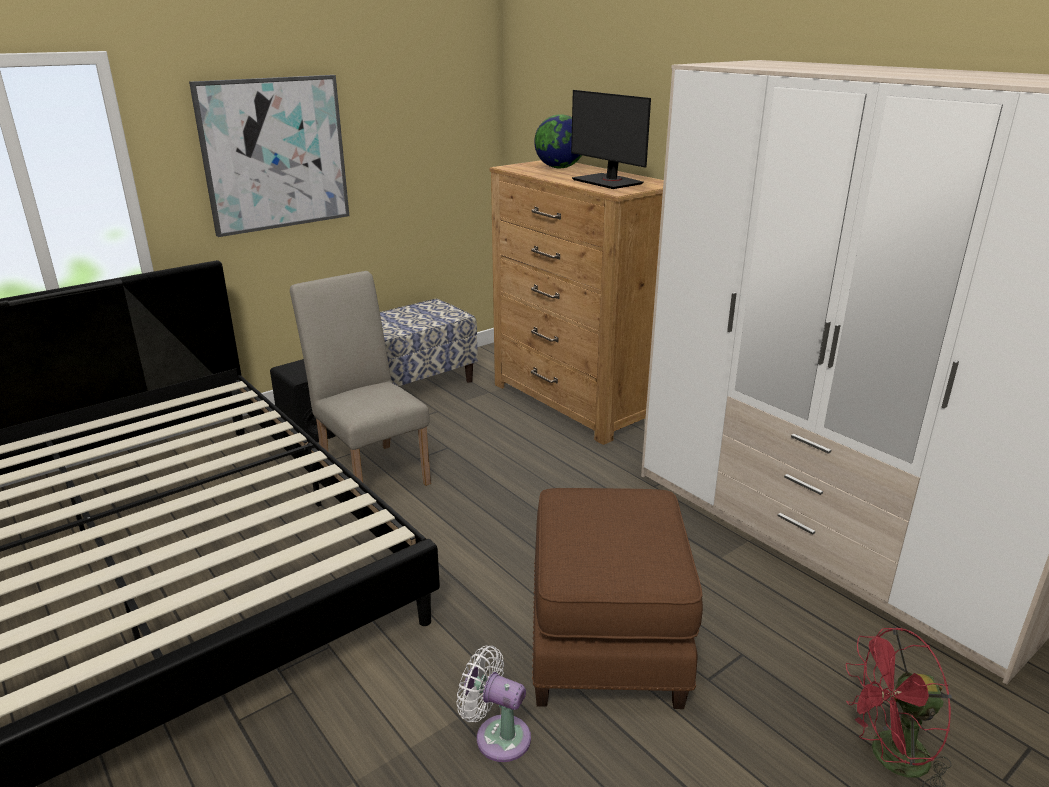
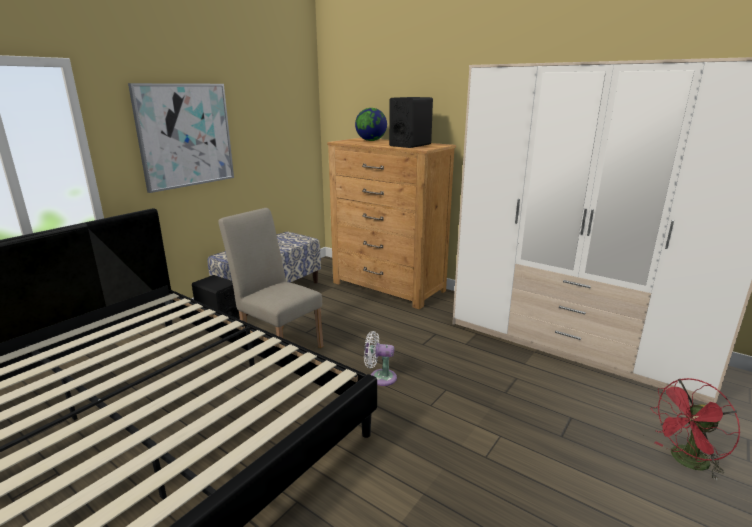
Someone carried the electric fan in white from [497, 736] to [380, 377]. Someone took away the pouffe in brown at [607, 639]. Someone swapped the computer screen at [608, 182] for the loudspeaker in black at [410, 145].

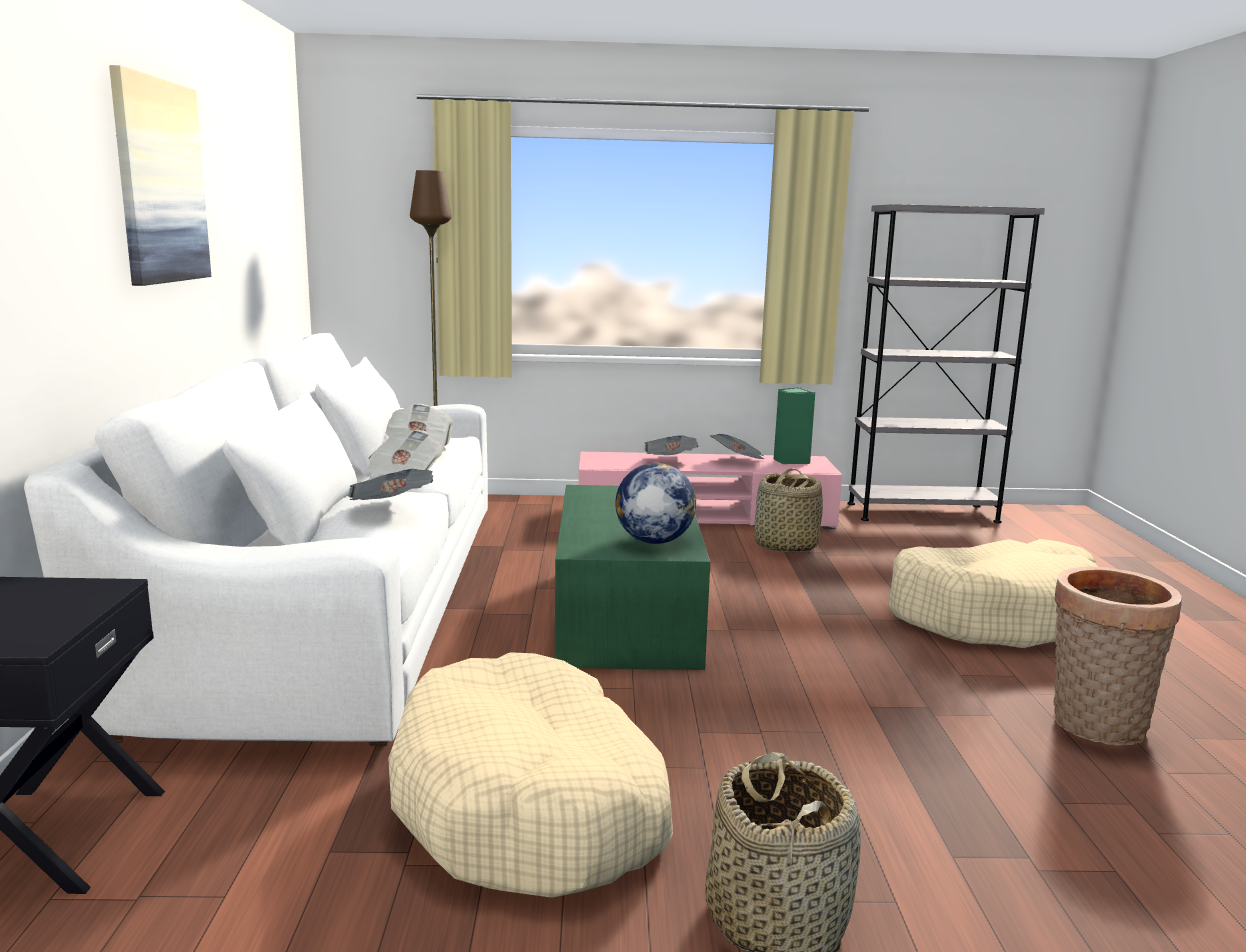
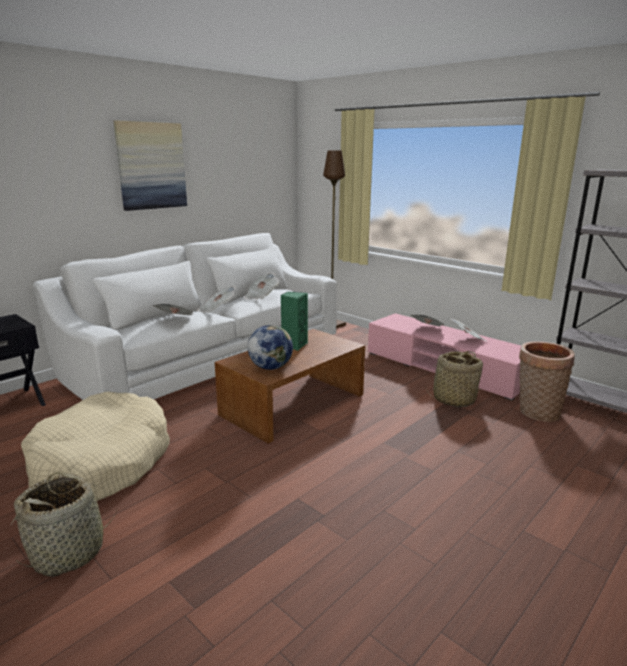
Someone repainted the low table in greenish at [625, 614], which became the low table in brown at [293, 404]. Someone carried the loudspeaker in greenish from [790, 461] to [294, 345]. Someone took away the dog bed in sand-coloured at [991, 615]. Someone carried the household basket from [1095, 727] to [536, 412].

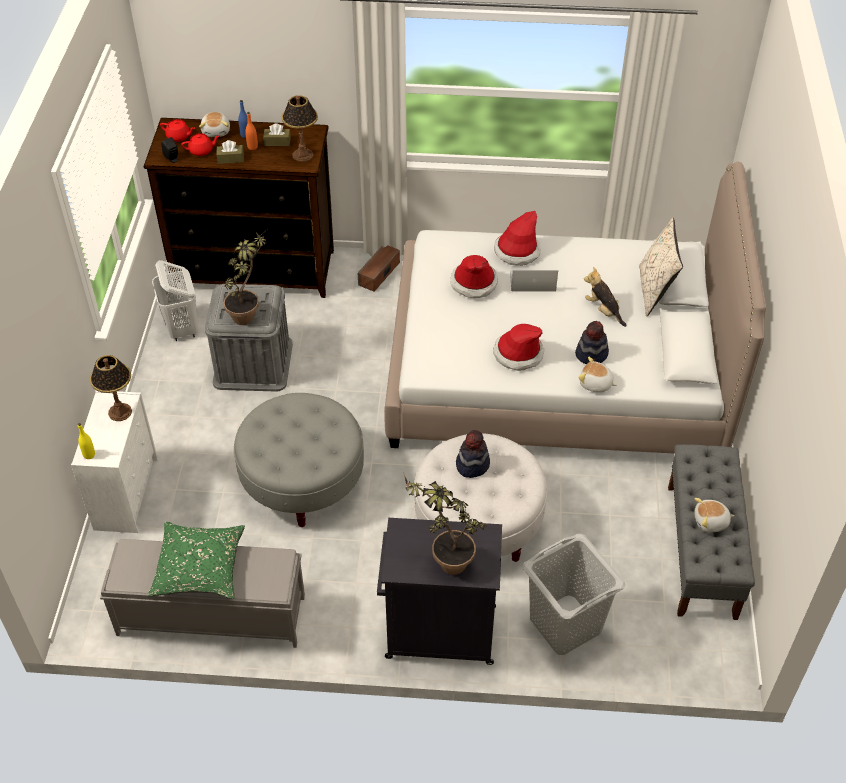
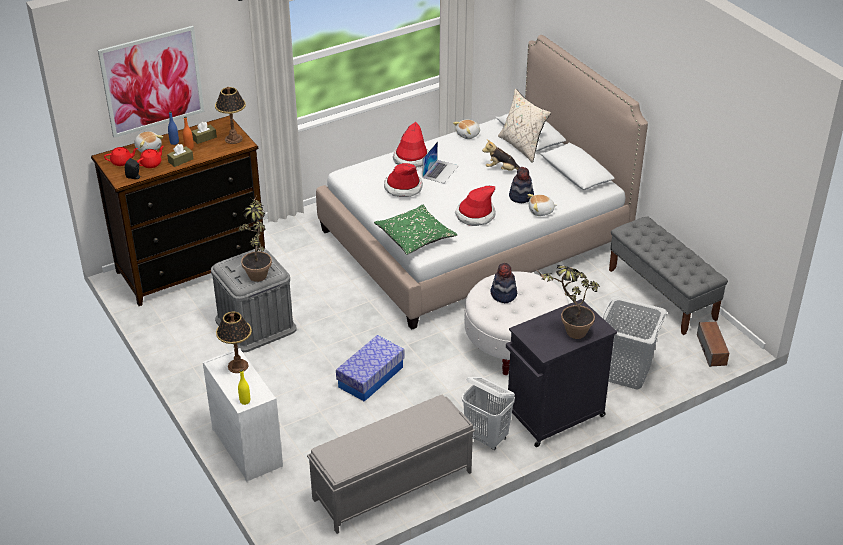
Someone carried the pillow in greenish from [200, 568] to [415, 237]. Someone carried the hamper in white from [182, 329] to [487, 438]. Someone swapped the pouffe in greyish at [303, 480] for the storage container at [370, 377]. Someone carried the loudspeaker from [379, 274] to [712, 350]. Someone rotated the laptop at [532, 281] by 150 degrees clockwise. Someone carried the soft toy from [711, 522] to [468, 135]. Someone put up the picture at [152, 81].

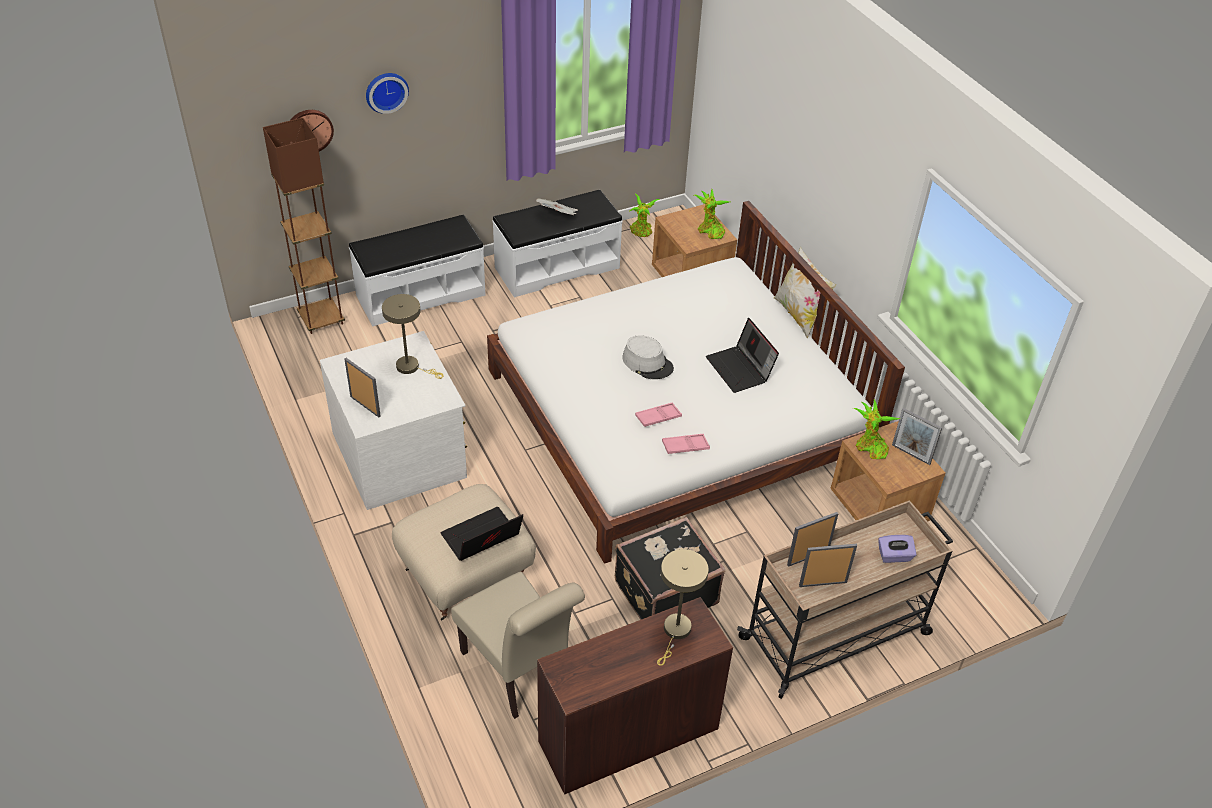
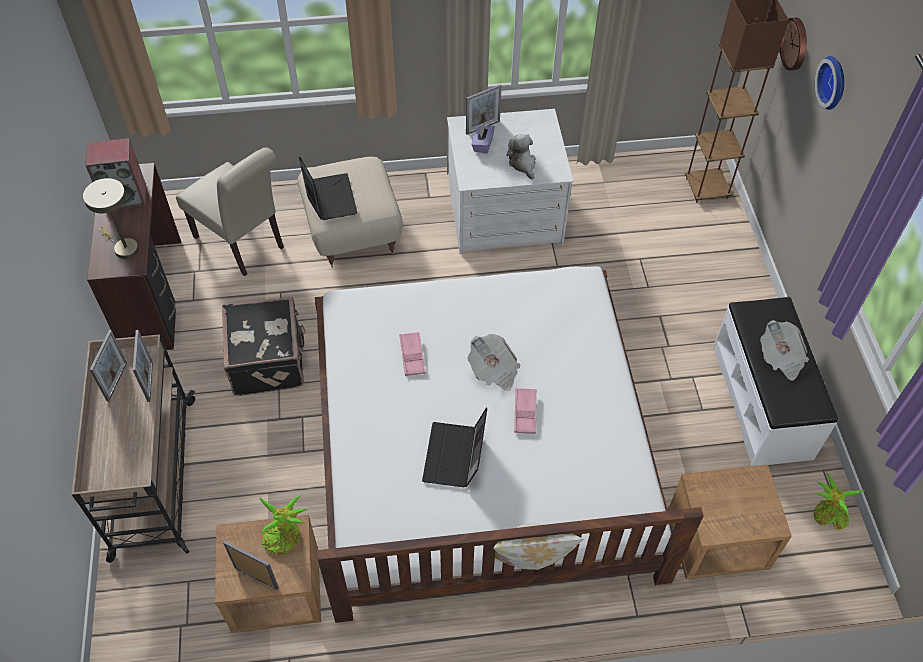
Someone took away the indoor bench in white at [420, 294]. Someone swapped the lamp for a table in sand-coloured at [411, 367] for the soft toy at [522, 164]. Someone rotated the chair in sand-coloured at [519, 673] by 120 degrees counterclockwise. Someone swapped the wearable hat in greyish at [647, 363] for the printed paper at [494, 370]. Someone carried the serving tray in pink from [685, 446] to [525, 413]. Someone took away the plant in a pot at [709, 231]. Someone rotated the laptop at [740, 369] by 75 degrees counterclockwise. Someone carried the tissue box in purple from [894, 556] to [482, 145]. Someone rotated the photo frame at [911, 454] by 60 degrees clockwise. Someone put down the loudspeaker at [126, 197].

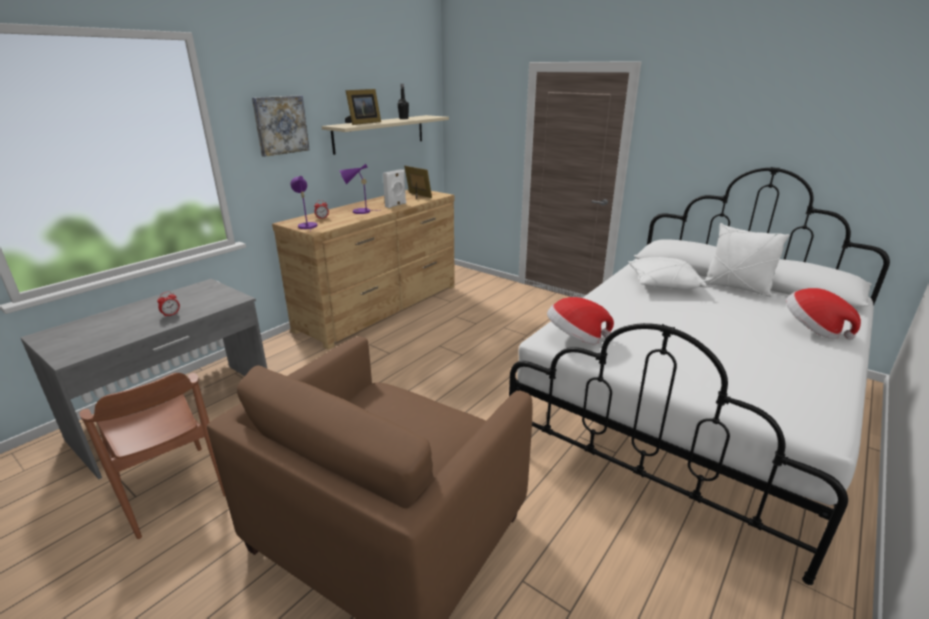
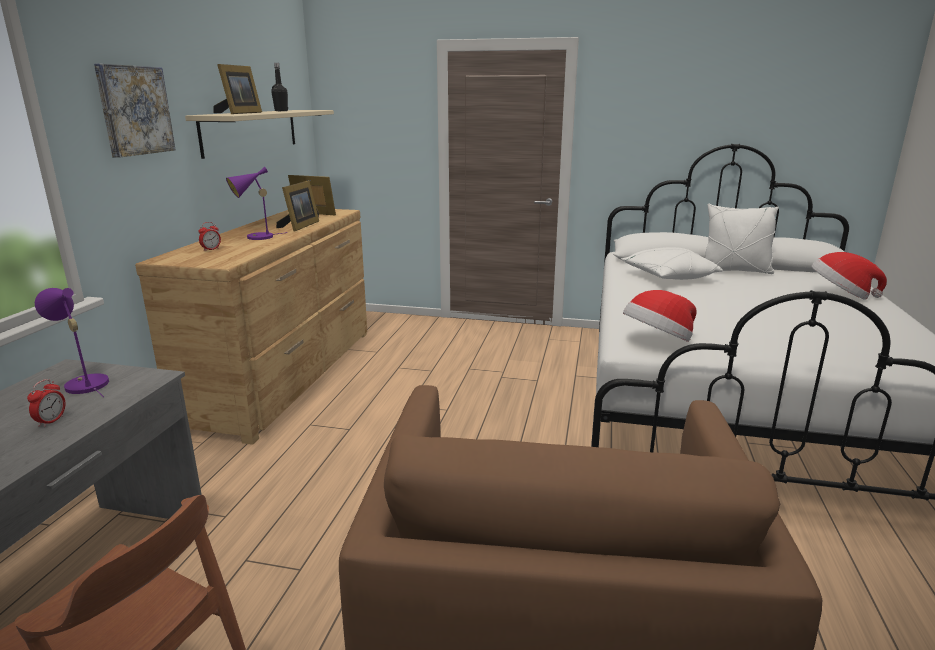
Someone carried the lamp for a table in purple from [306, 225] to [83, 384]. Someone swapped the loudspeaker in white at [396, 205] for the photo frame at [299, 226].

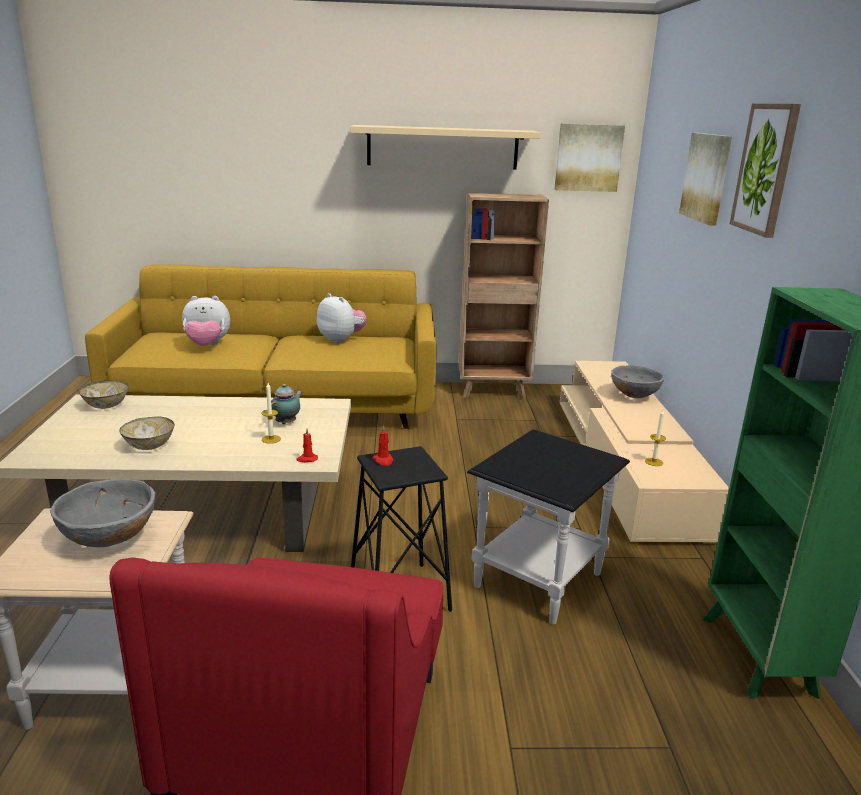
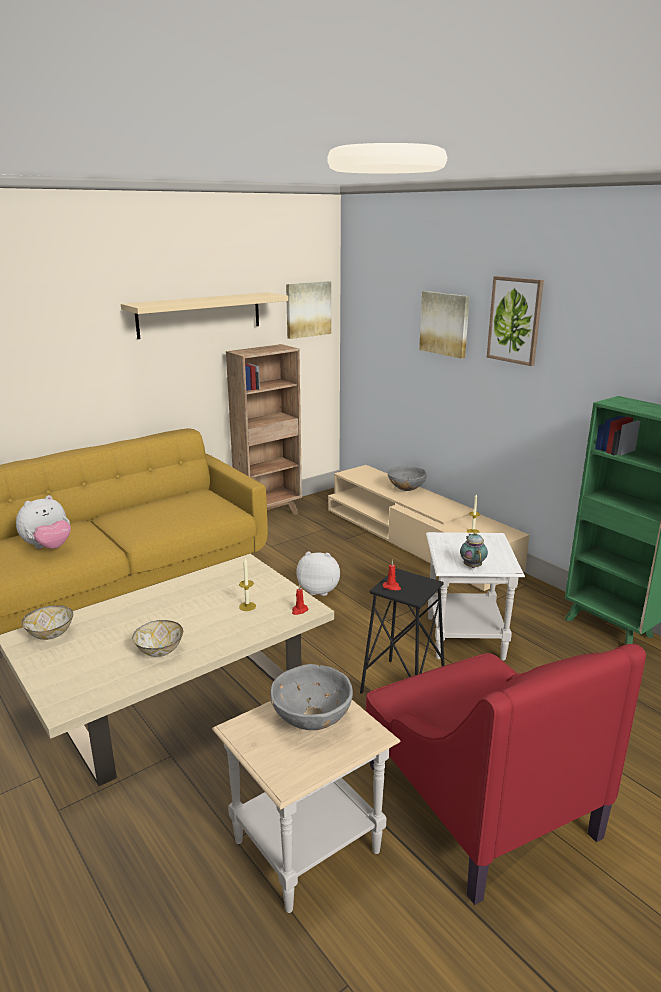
Someone carried the pot for tea from [287, 422] to [472, 566]. Someone carried the soft toy from [341, 340] to [319, 590]. Someone repainted the end table in black at [537, 580], which became the end table in white at [465, 638].

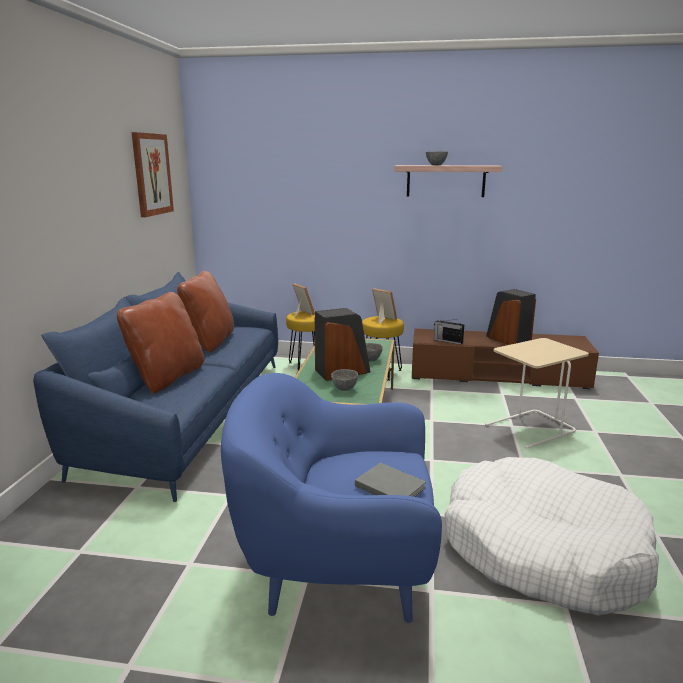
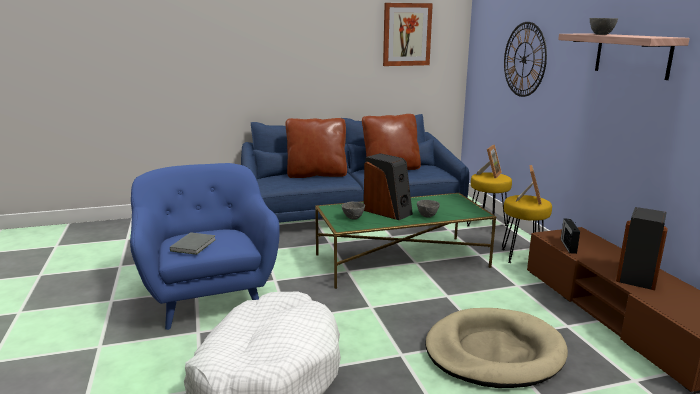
Someone swapped the end table in sand-coloured at [531, 429] for the dog bed in sand-coloured at [493, 352]. Someone put up the clock on the wall at [524, 59].

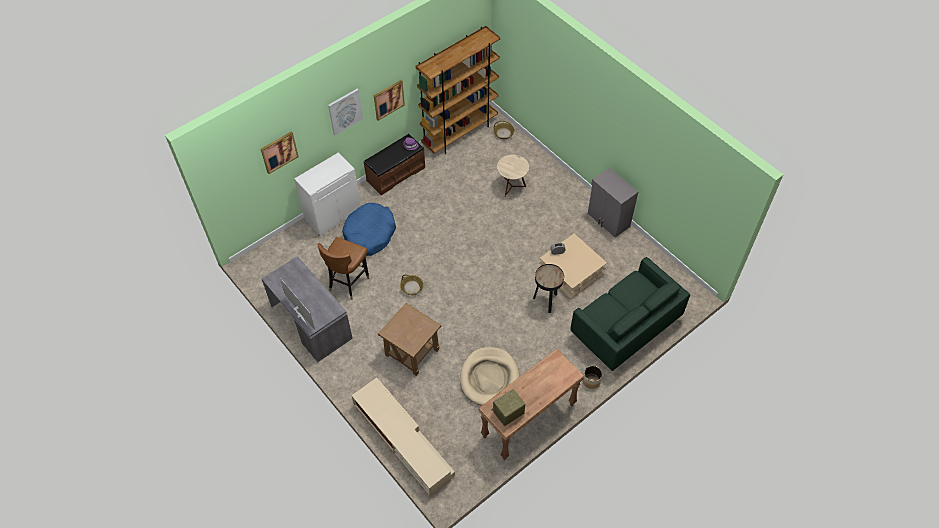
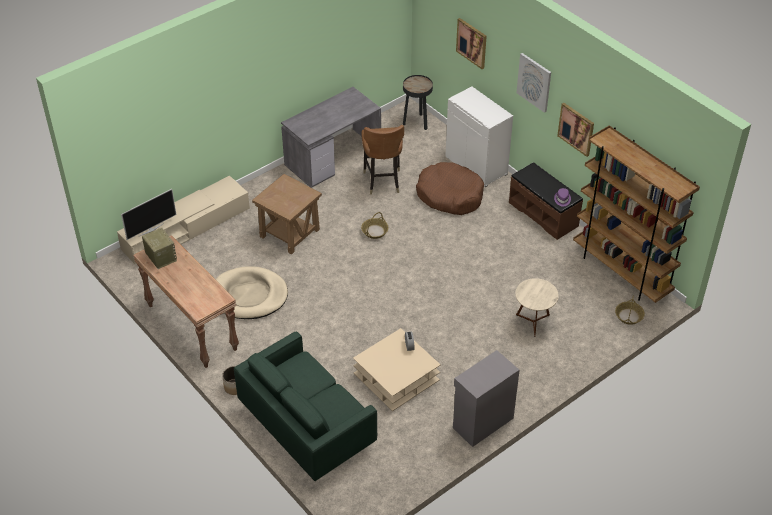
Someone carried the television from [298, 316] to [151, 229]. Someone rotated the chair in brown at [348, 282] by 120 degrees counterclockwise. Someone repainted the dog bed in bluish at [369, 234], which became the dog bed in brown at [450, 195]. Someone carried the end table in black from [546, 302] to [416, 123].

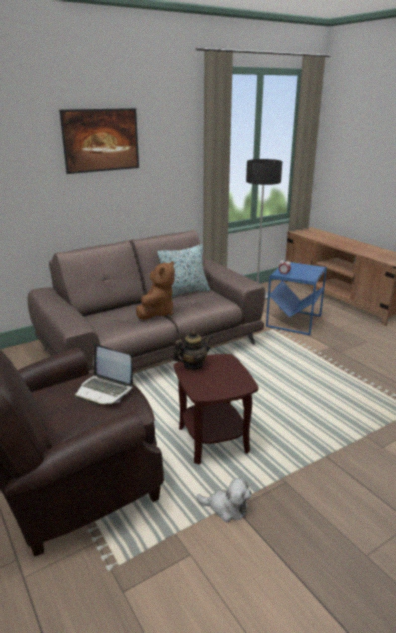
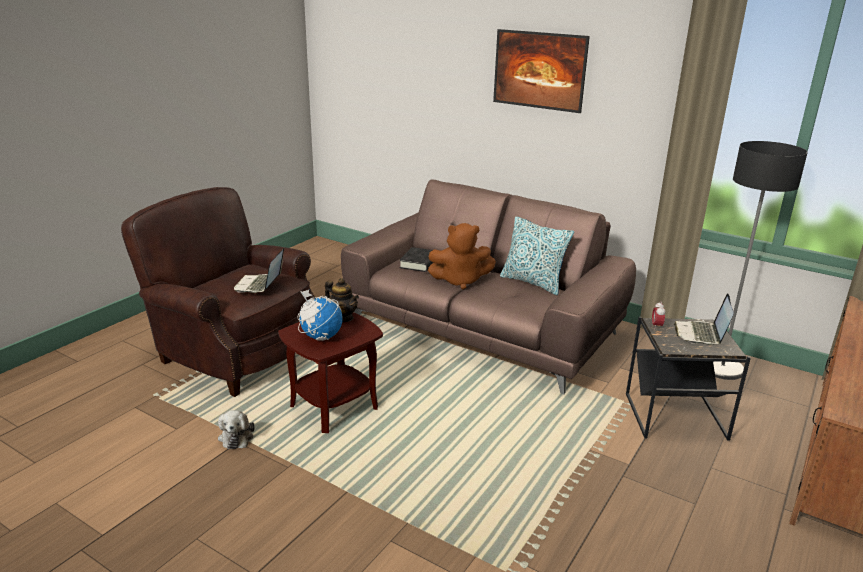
Someone repainted the end table in bluish at [294, 321], which became the end table in black at [676, 417]. Someone put down the globe at [321, 337]. Someone put down the book in black at [419, 263]. Someone put down the laptop at [701, 334].

